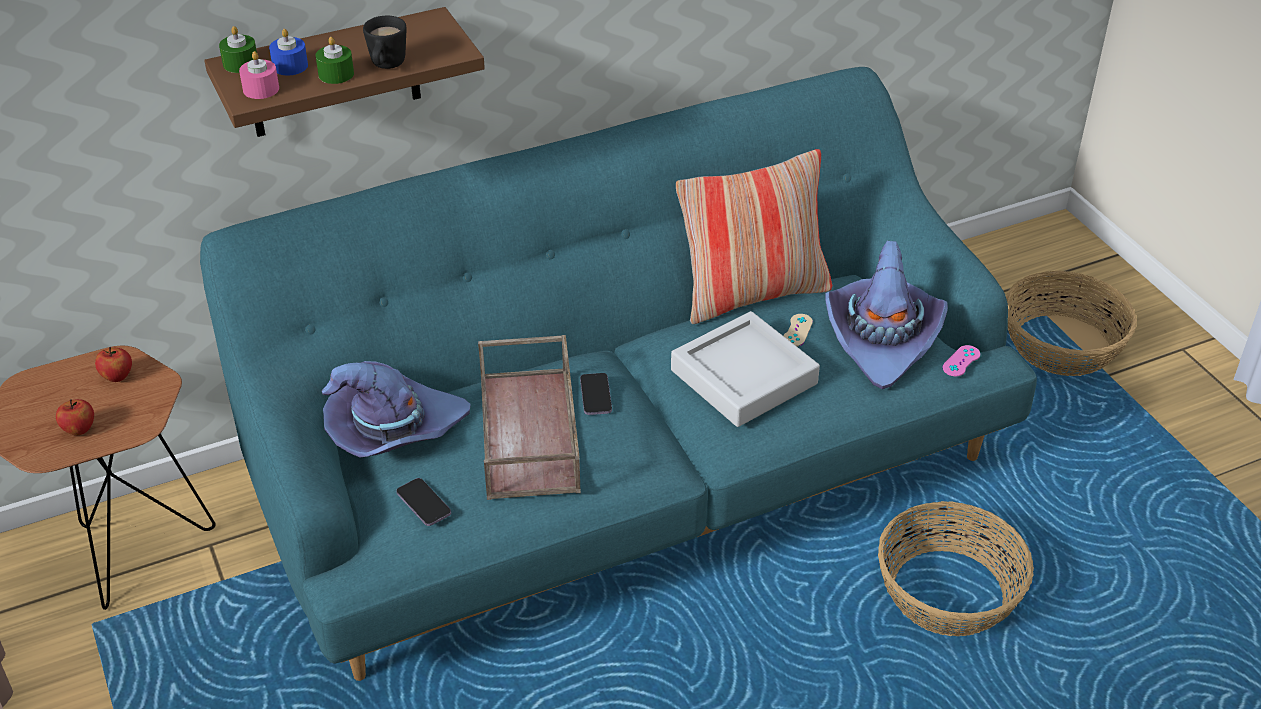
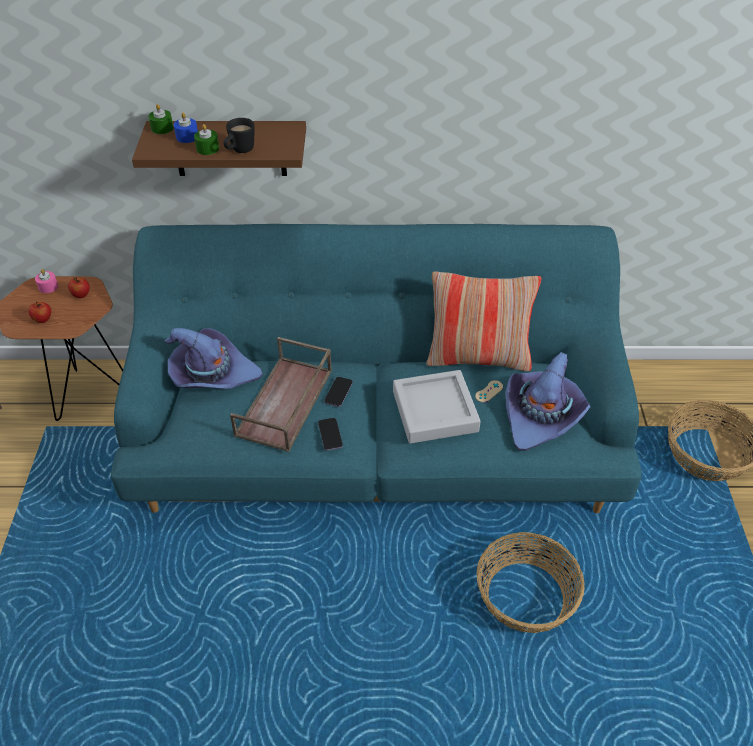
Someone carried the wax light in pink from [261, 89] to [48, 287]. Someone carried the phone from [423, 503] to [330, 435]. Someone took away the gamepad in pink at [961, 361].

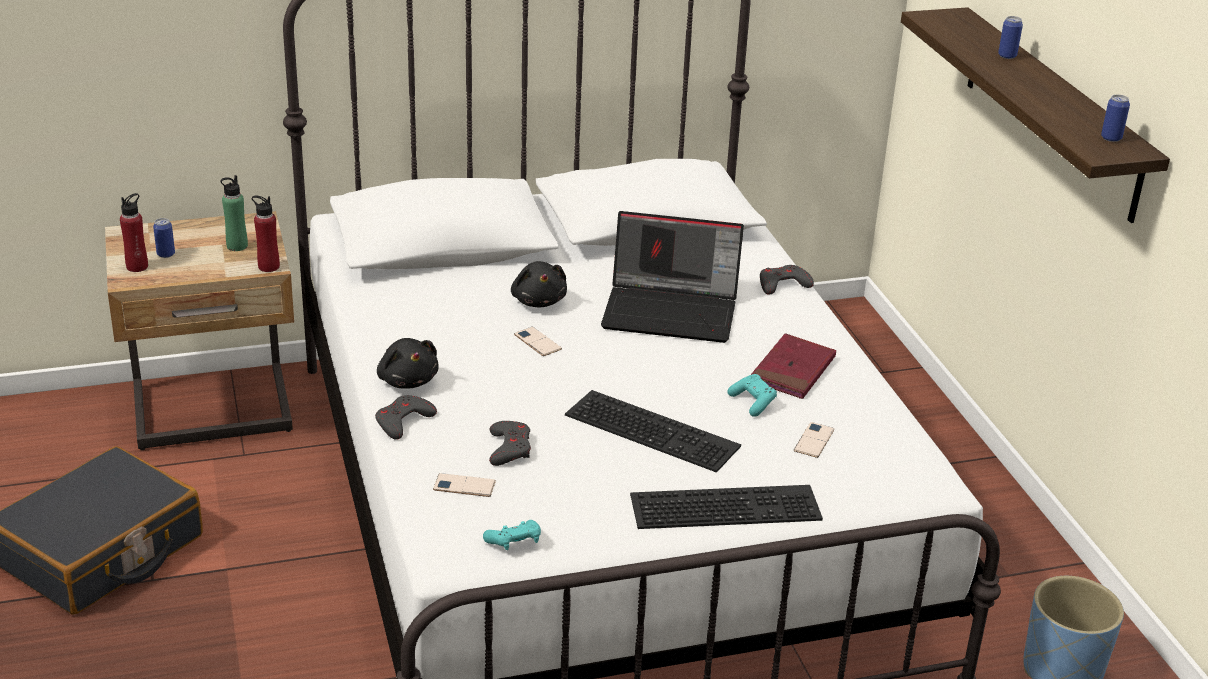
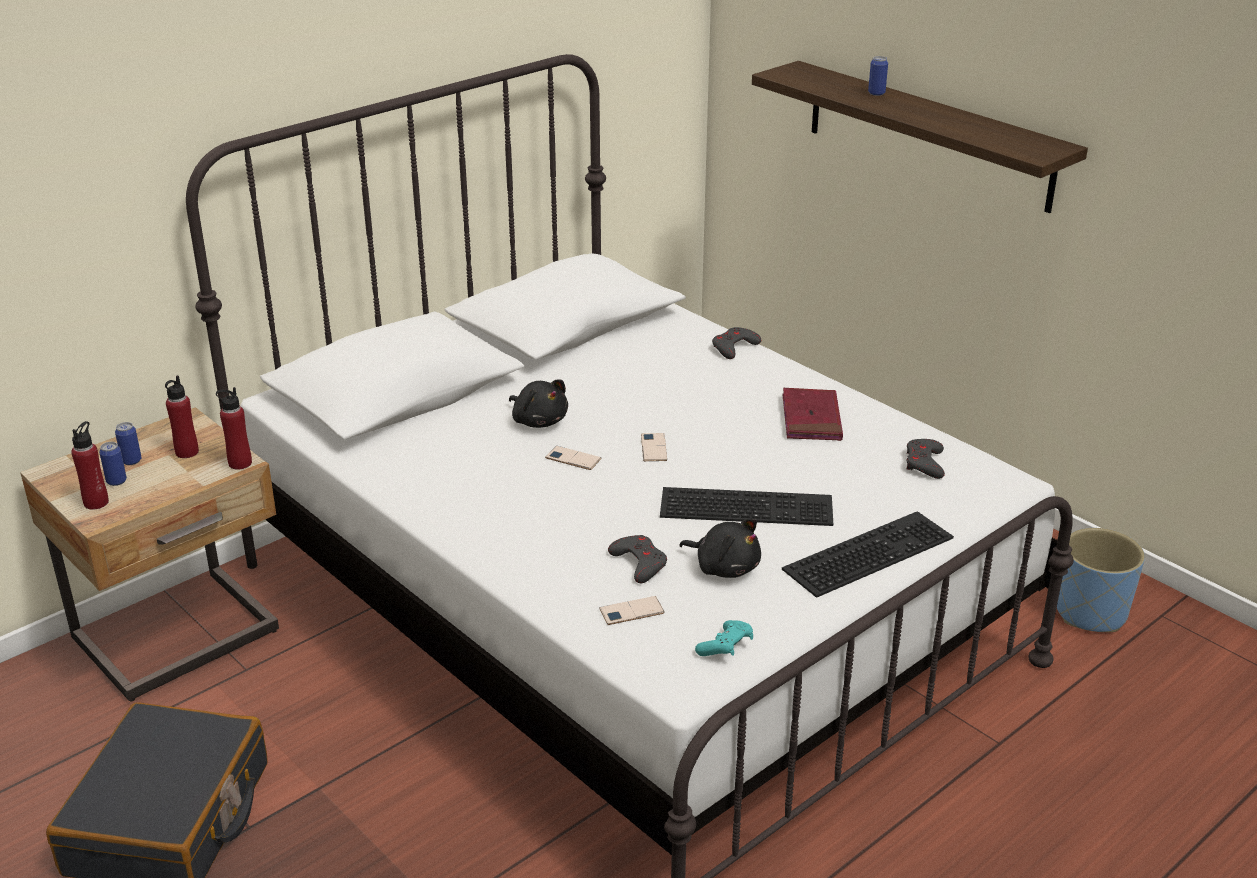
Someone repainted the bottle in greenish at [237, 246], which became the bottle in reddish at [187, 452]. Someone carried the gamepad in greyish from [403, 421] to [924, 463]. Someone carried the soft toy in black from [407, 380] to [724, 567]. Someone took away the laptop at [672, 311]. Someone took away the gamepad in blue-green at [753, 402]. Someone carried the phone from [814, 440] to [653, 448]. Someone carried the metal can from [1111, 138] to [131, 461].

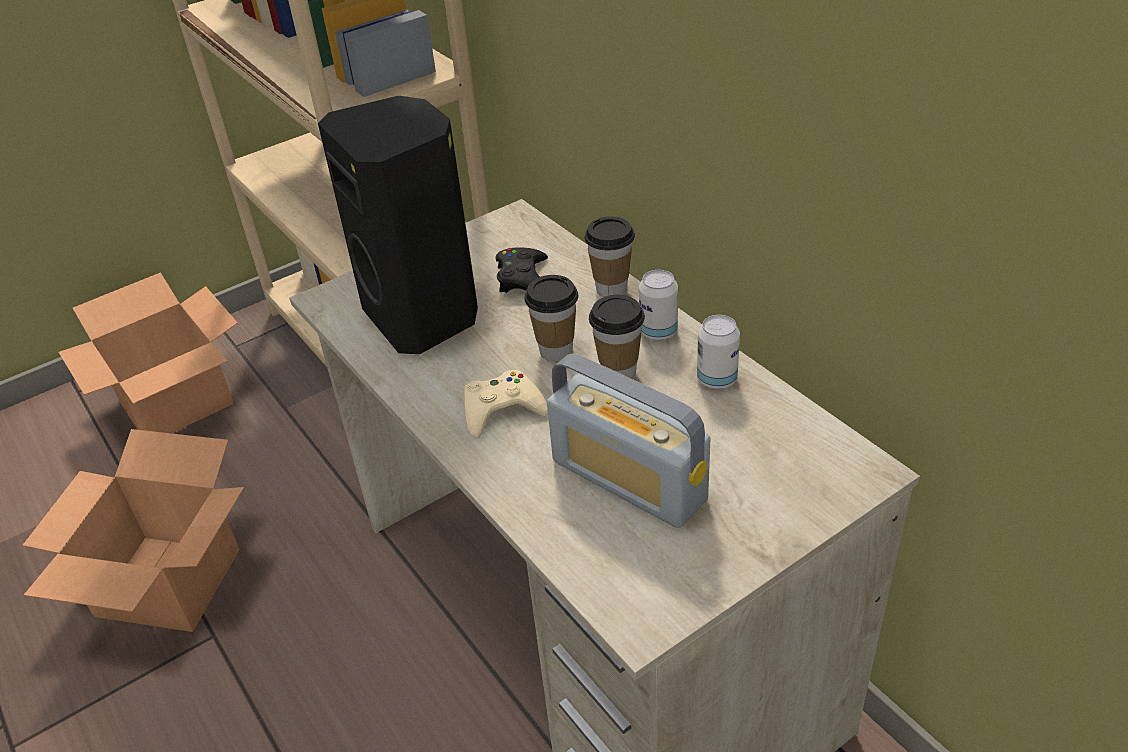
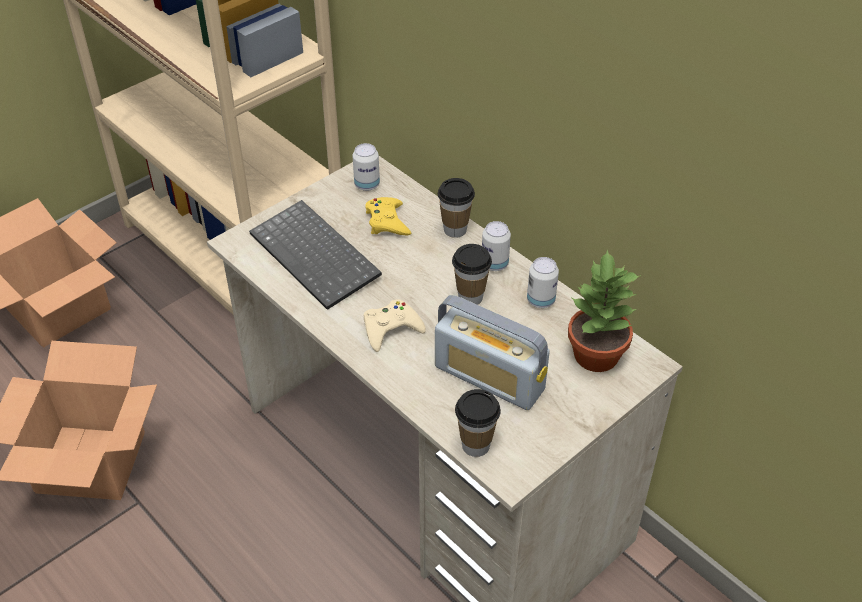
Someone swapped the loudspeaker in black at [424, 317] for the keyboard at [317, 256]. Someone repainted the gamepad in black at [524, 278], which became the gamepad in yellow-coloured at [387, 221]. Someone carried the drinking cup from [556, 351] to [476, 445]. Someone put down the metal can at [367, 185]. Someone put down the plant in a pot at [595, 356].

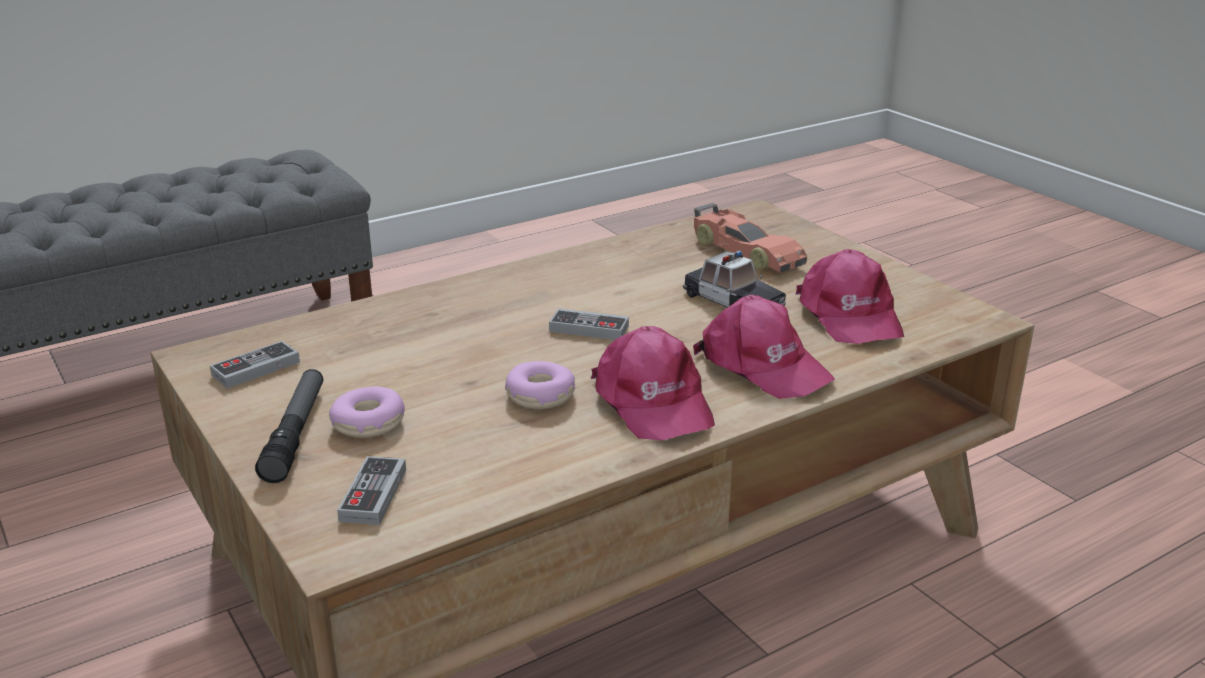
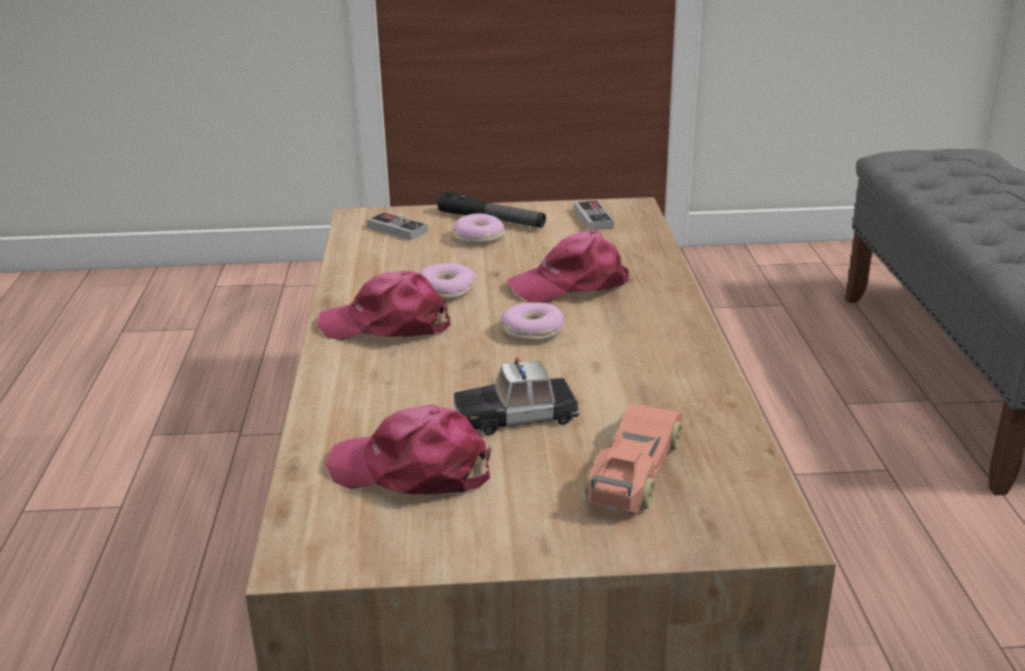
Someone swapped the gamepad at [589, 329] for the donut at [533, 332]. Someone carried the peaked cap in pink from [762, 365] to [571, 284]. Someone rotated the toy car at [745, 252] by 120 degrees clockwise.

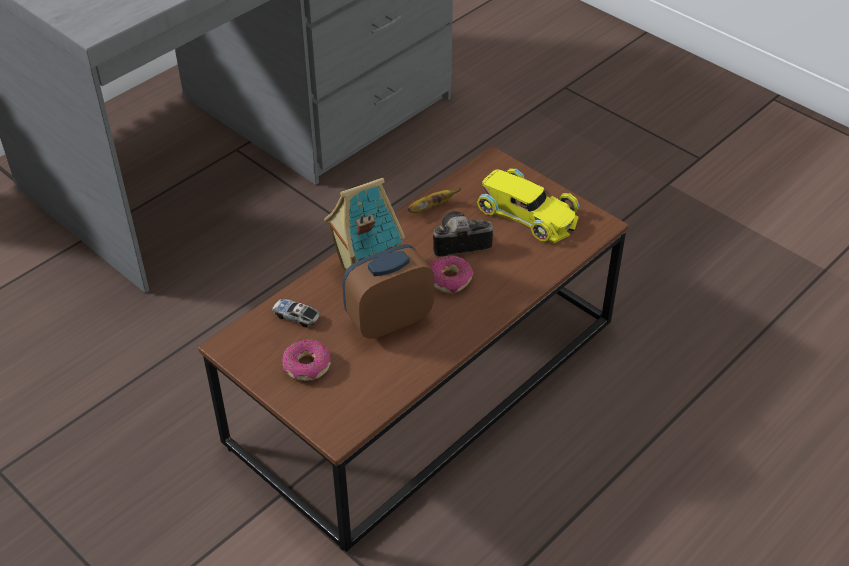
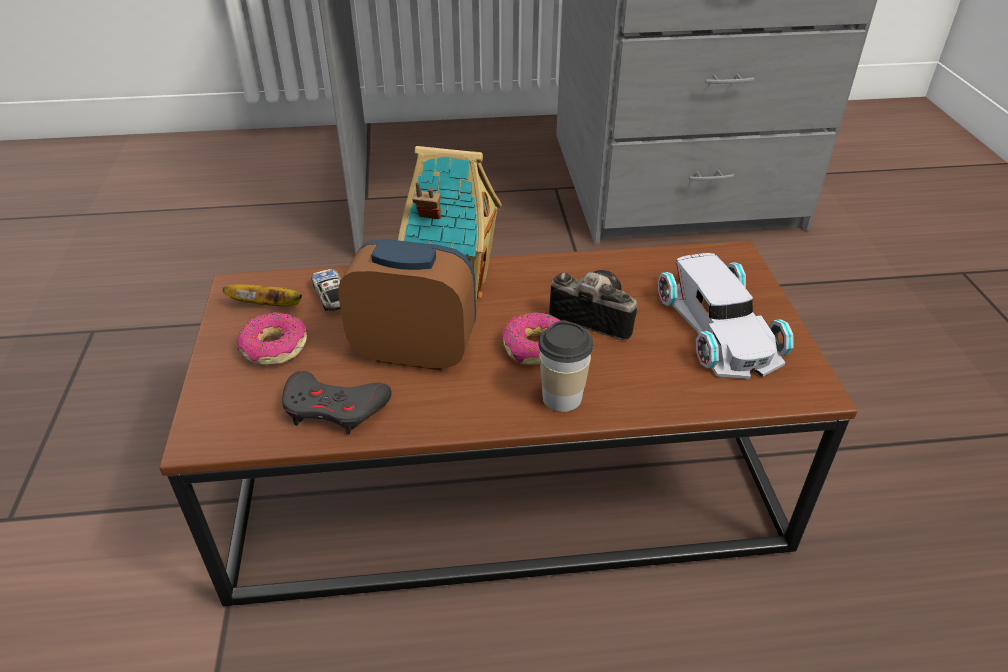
Someone carried the banana fruit from [431, 208] to [269, 306]. Someone repainted the toy car in yellow-coloured at [527, 214], which became the toy car in white at [717, 327]. Someone put down the gamepad in greyish at [334, 408]. Someone put down the drinking cup at [562, 398].

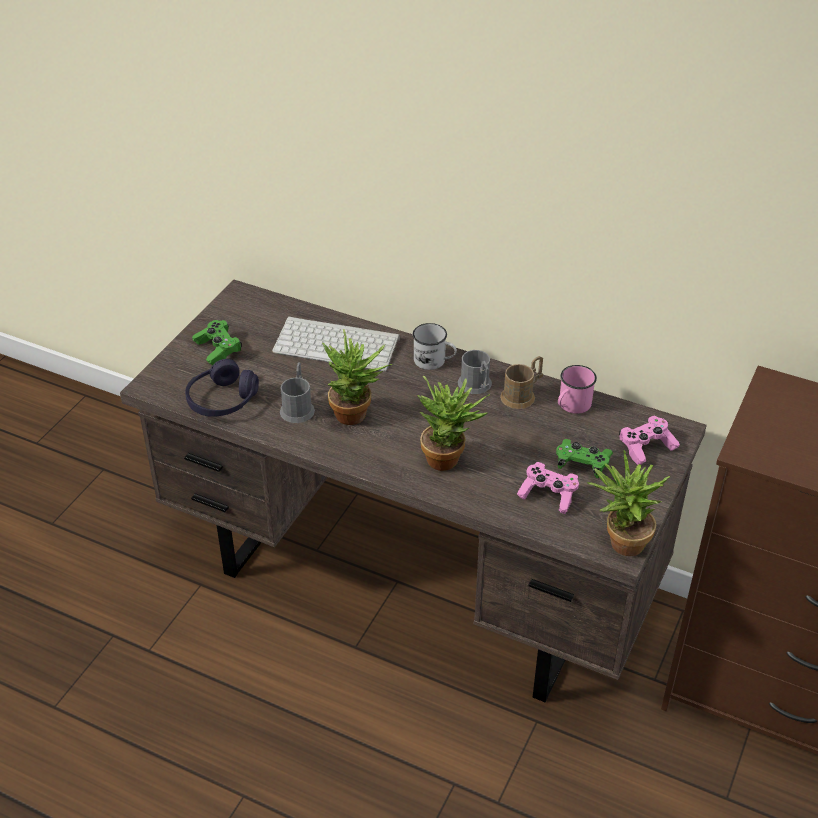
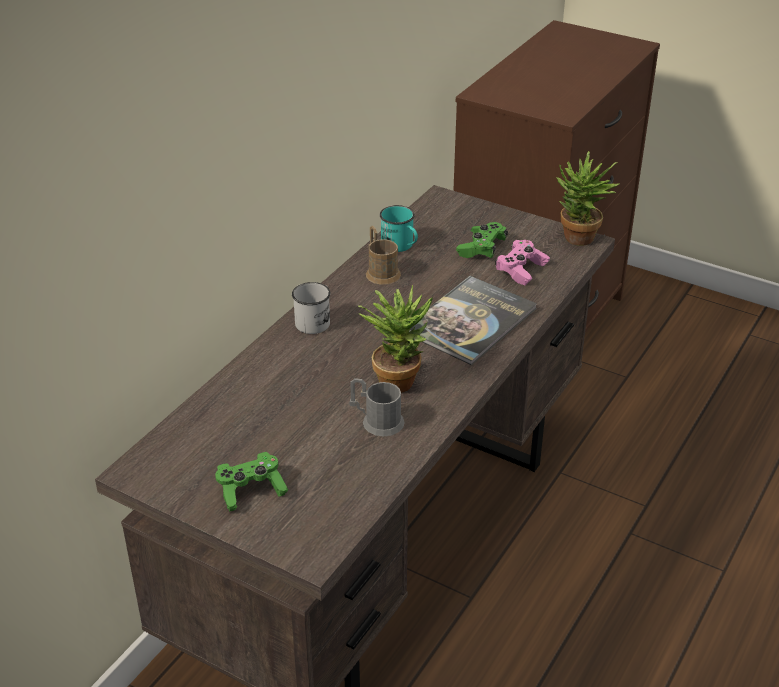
Someone took away the headset in purple at [222, 400]. Someone took away the keyboard at [338, 344]. Someone swapped the plant in a pot at [449, 459] for the book at [470, 321]. Someone took away the mug in greyish at [477, 386]. Someone repainted the mug in pink at [571, 406], which became the mug in blue-green at [400, 246]. Someone took away the gamepad in pink at [646, 447].

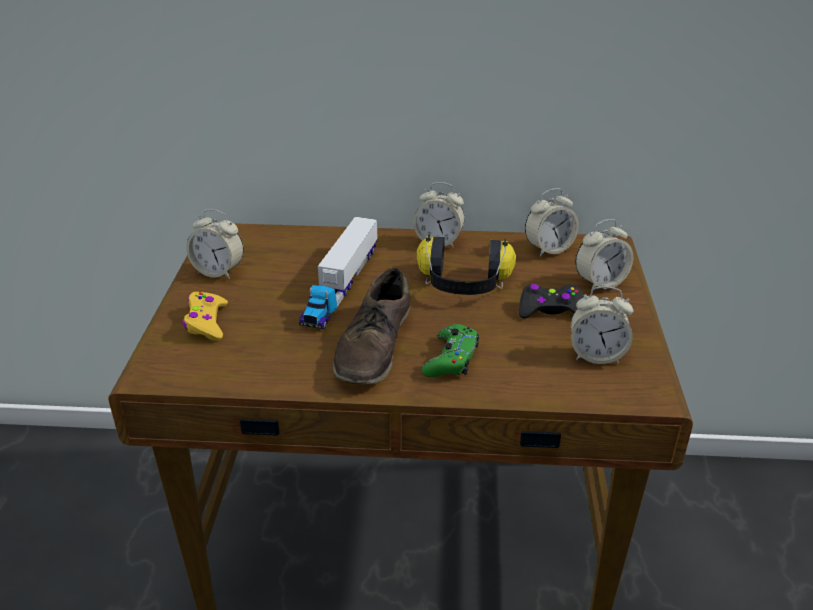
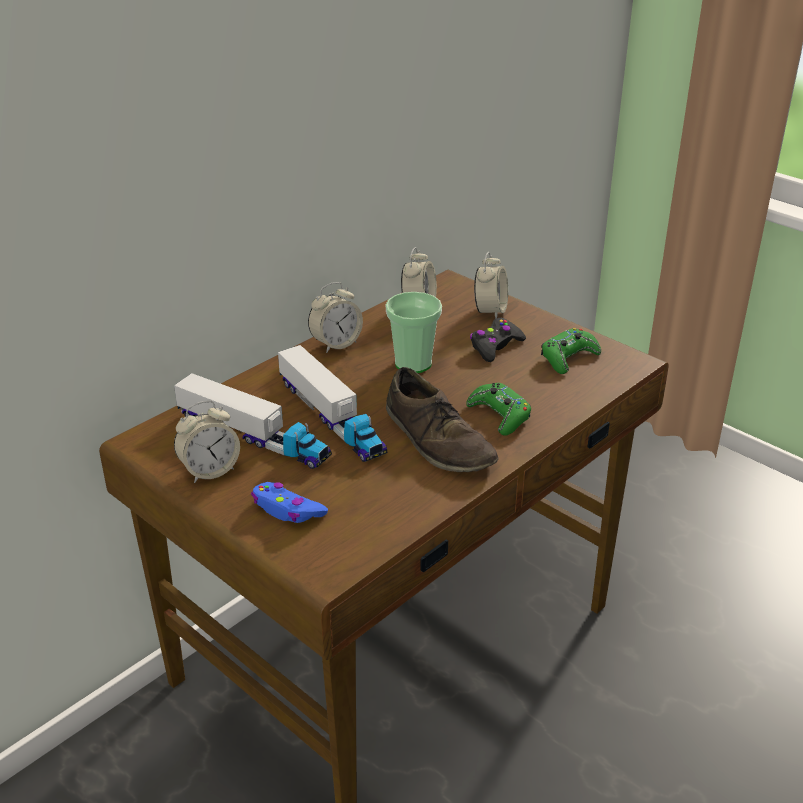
Someone repainted the gamepad in yellow-coloured at [206, 322], which became the gamepad in bluish at [287, 510]. Someone swapped the headset at [464, 285] for the drinking cup at [413, 363]. Someone swapped the table clock at [596, 355] for the gamepad in greenish at [568, 358]. Someone put down the toy truck at [253, 436].

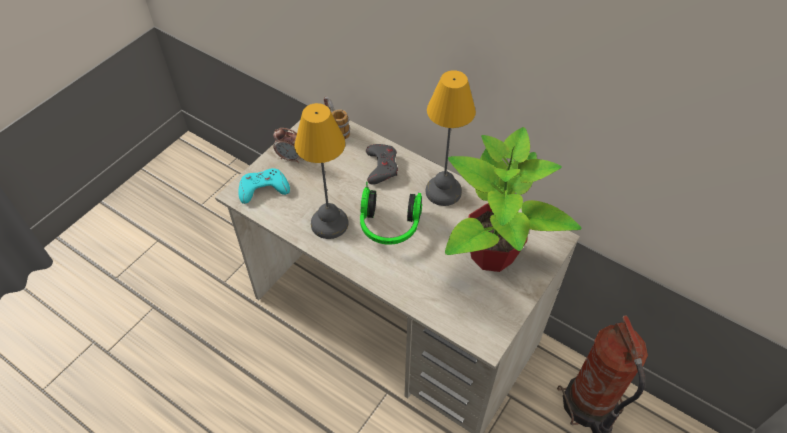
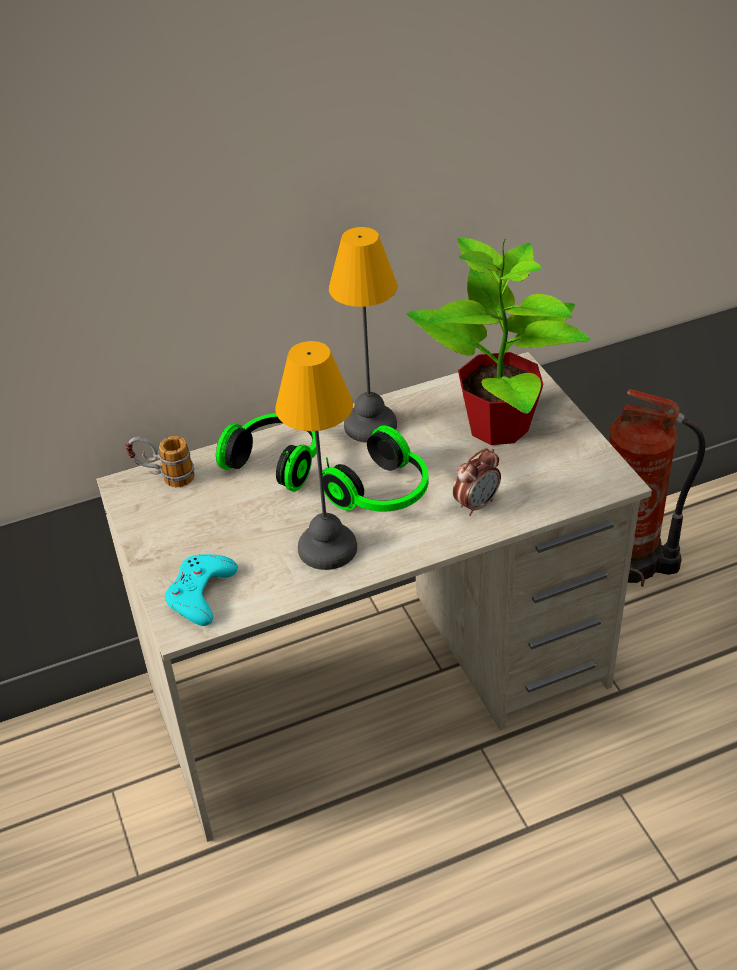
Someone carried the table clock from [291, 158] to [476, 504]. Someone swapped the gamepad in greyish at [381, 166] for the headset at [277, 461].

